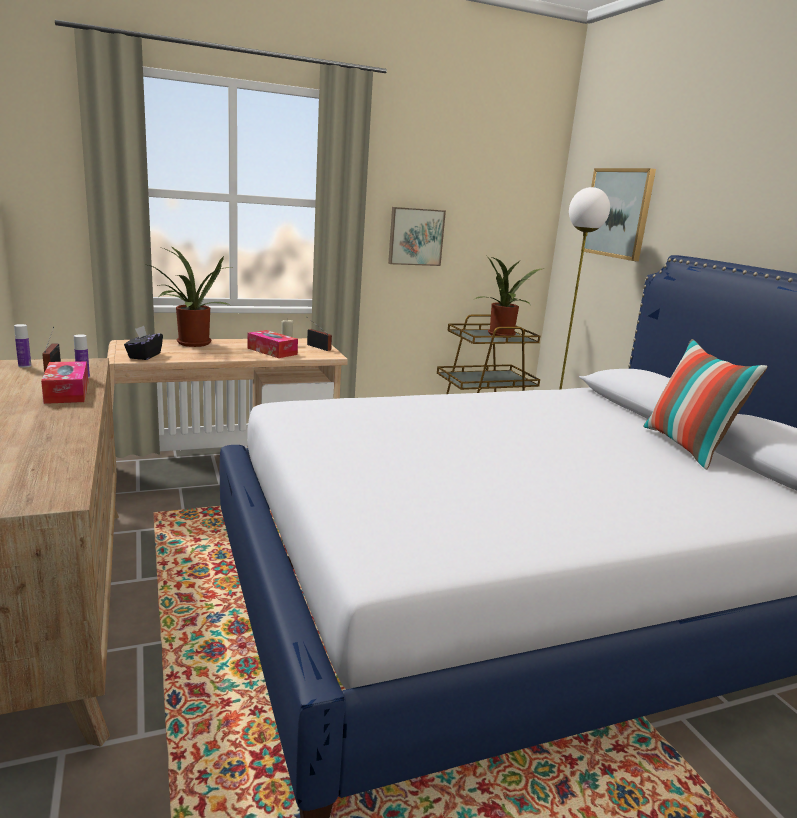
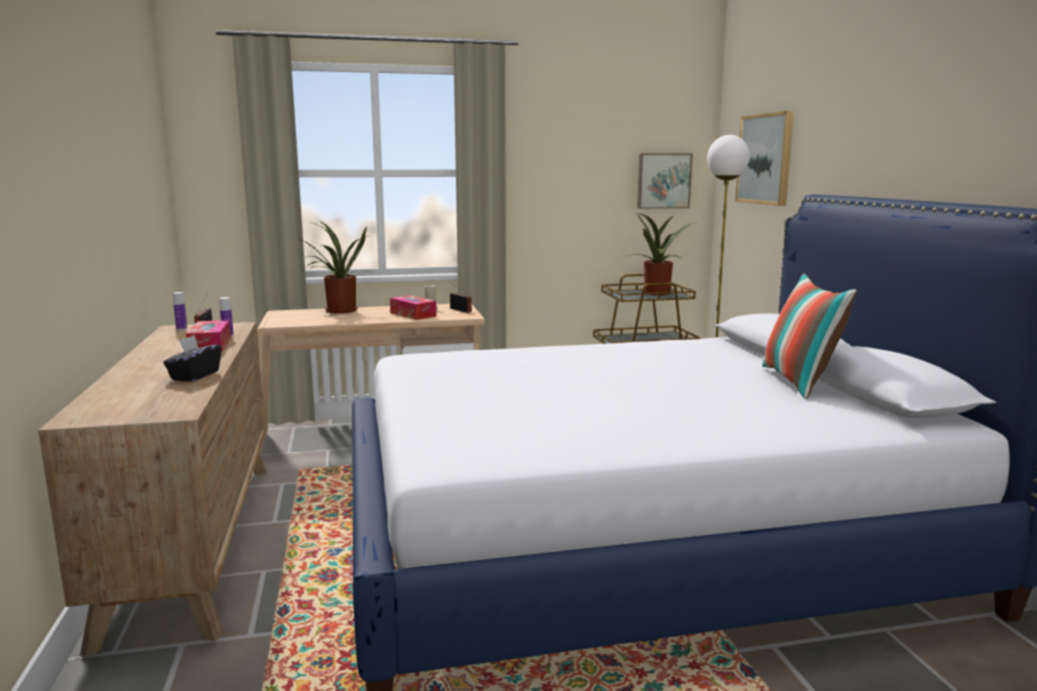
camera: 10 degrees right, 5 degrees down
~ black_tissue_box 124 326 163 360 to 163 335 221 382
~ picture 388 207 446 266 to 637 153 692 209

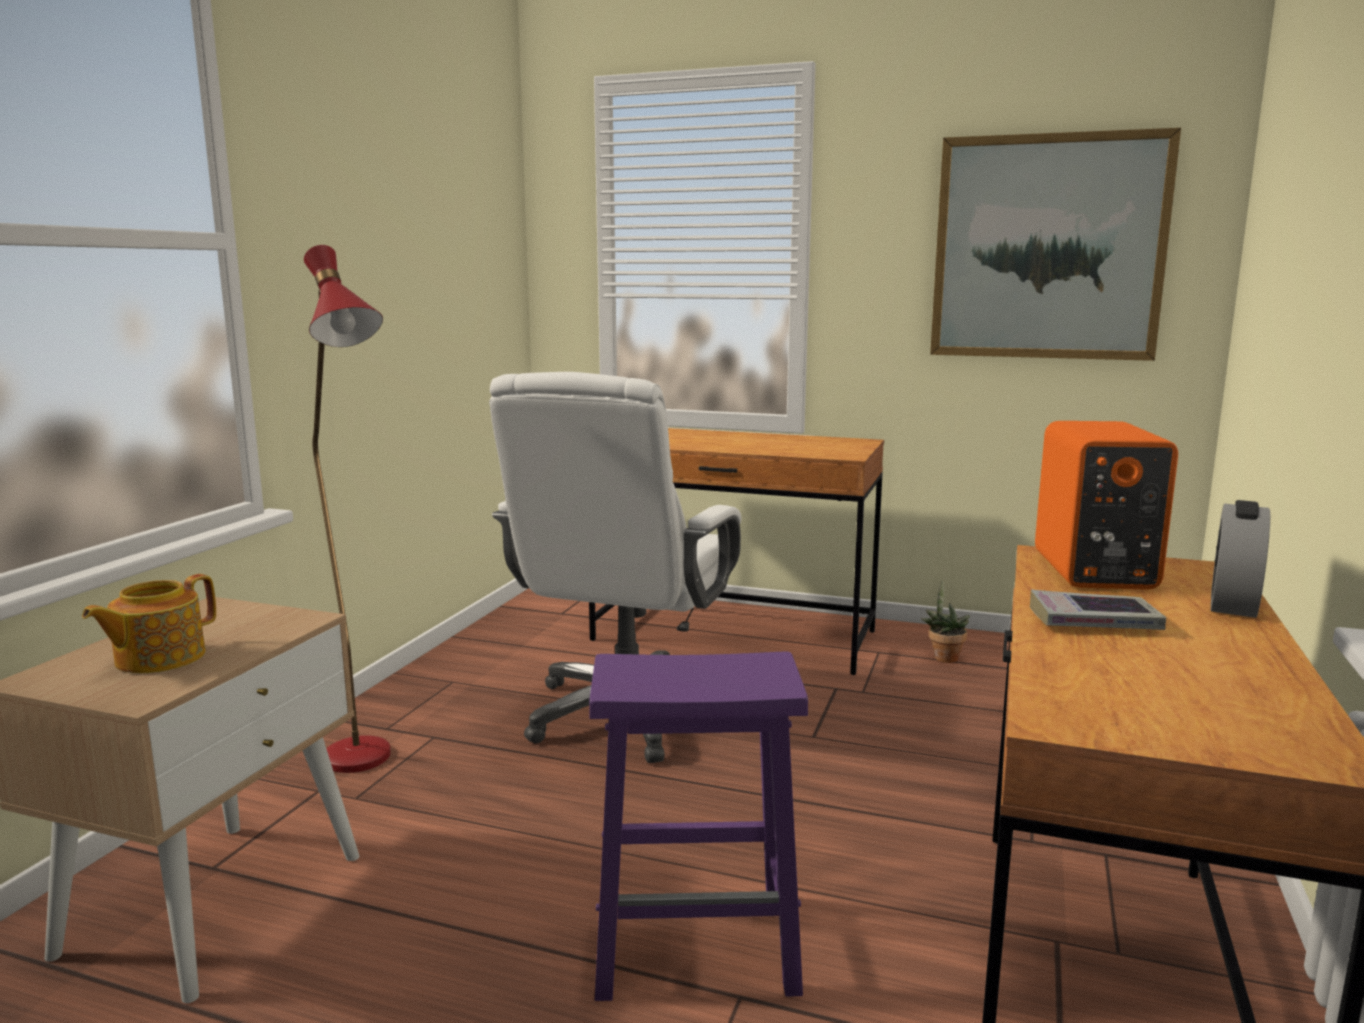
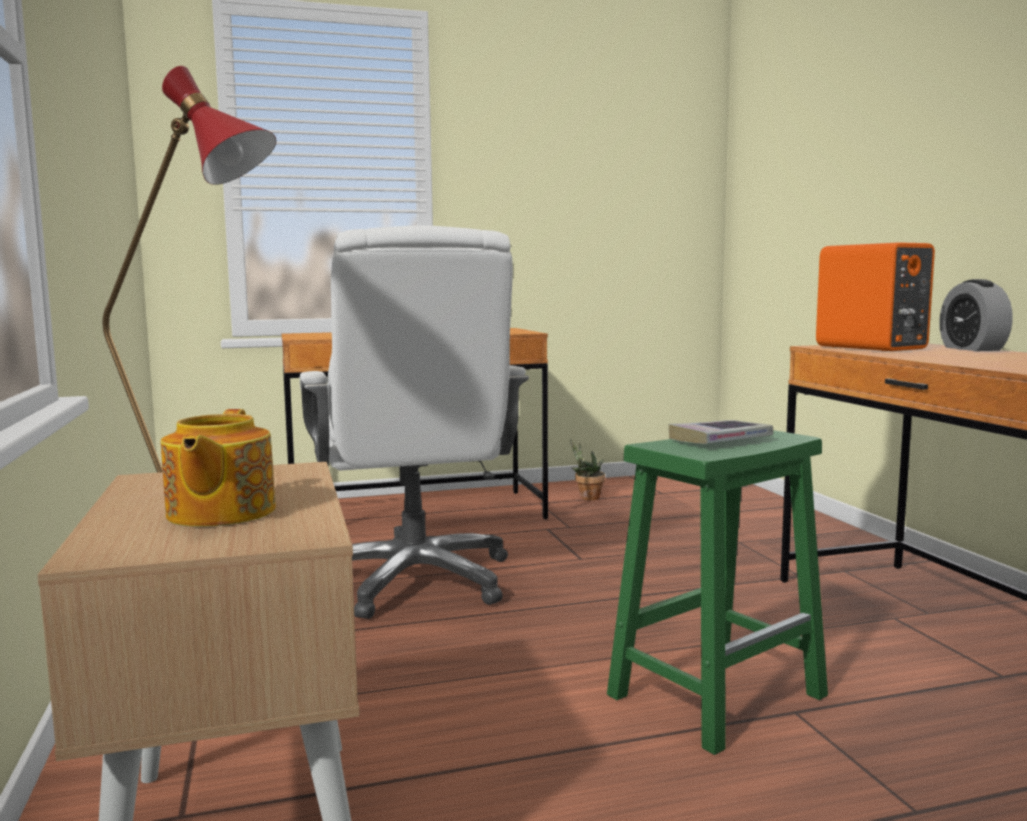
camera: 35 degrees left, 5 degrees down
~ purple_stool 589 652 808 1001 to green_stool 607 430 828 755
- picture 930 128 1181 361
~ book 1030 590 1166 630 to 669 420 773 444

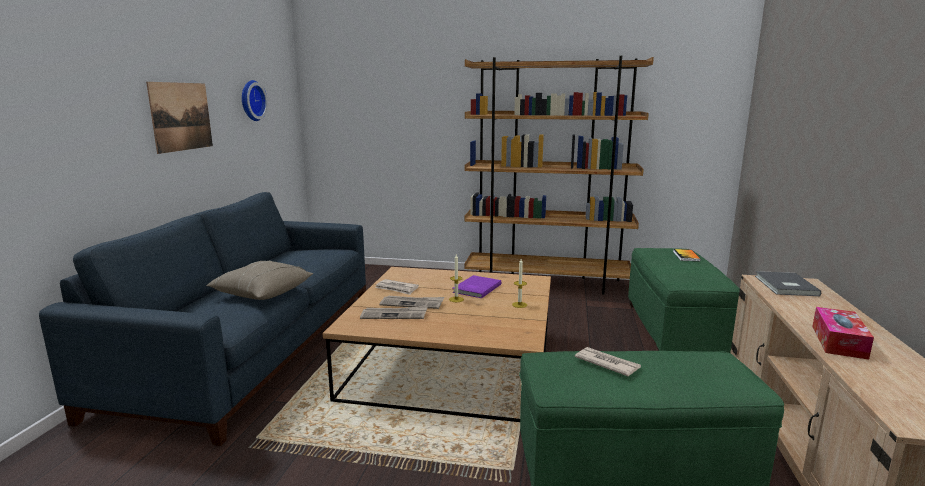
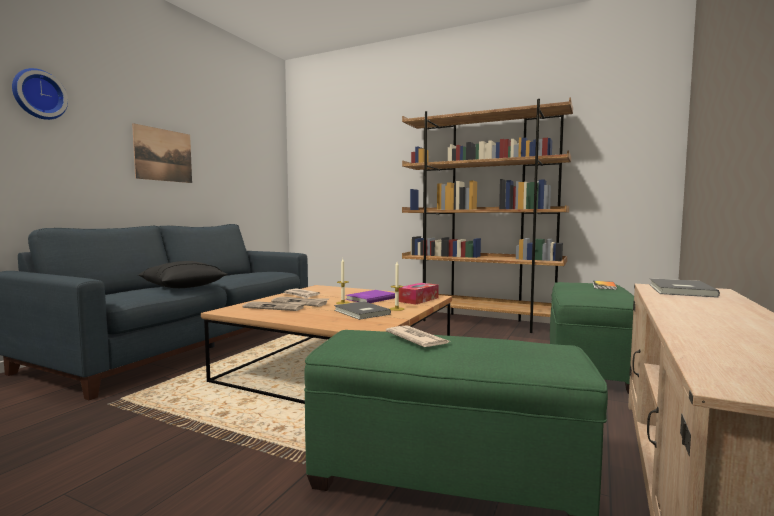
camera: 15 degrees right, 10 degrees down
~ beige_pillow 206 260 313 300 to black_pillow 138 261 228 288
~ wall_clock 242 80 268 121 to 12 68 68 120
~ tissue_box 812 307 874 360 to 399 283 439 304
+ grey_book 334 301 391 320

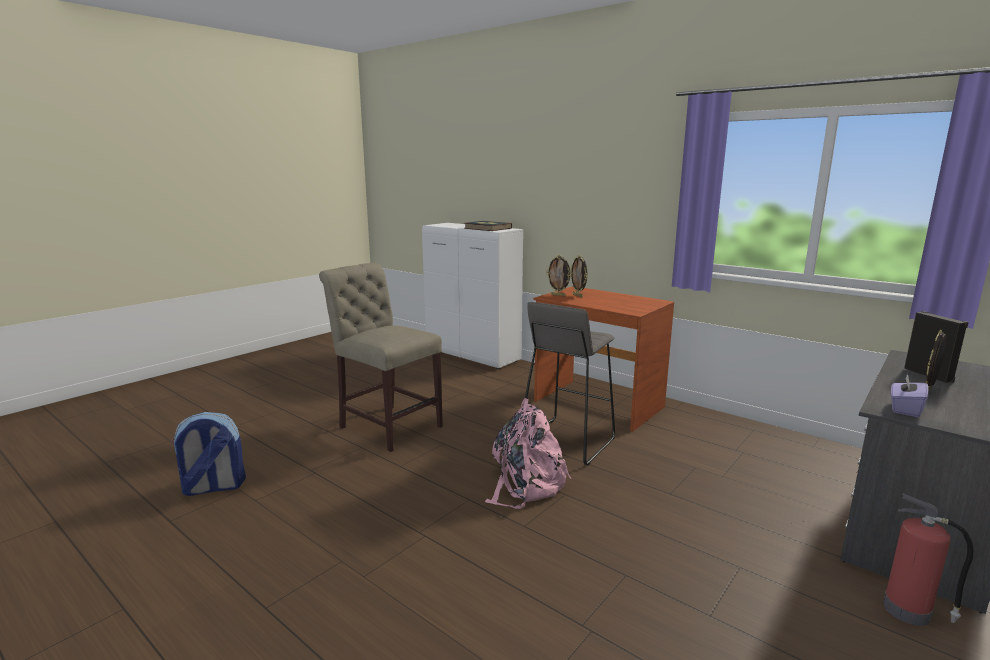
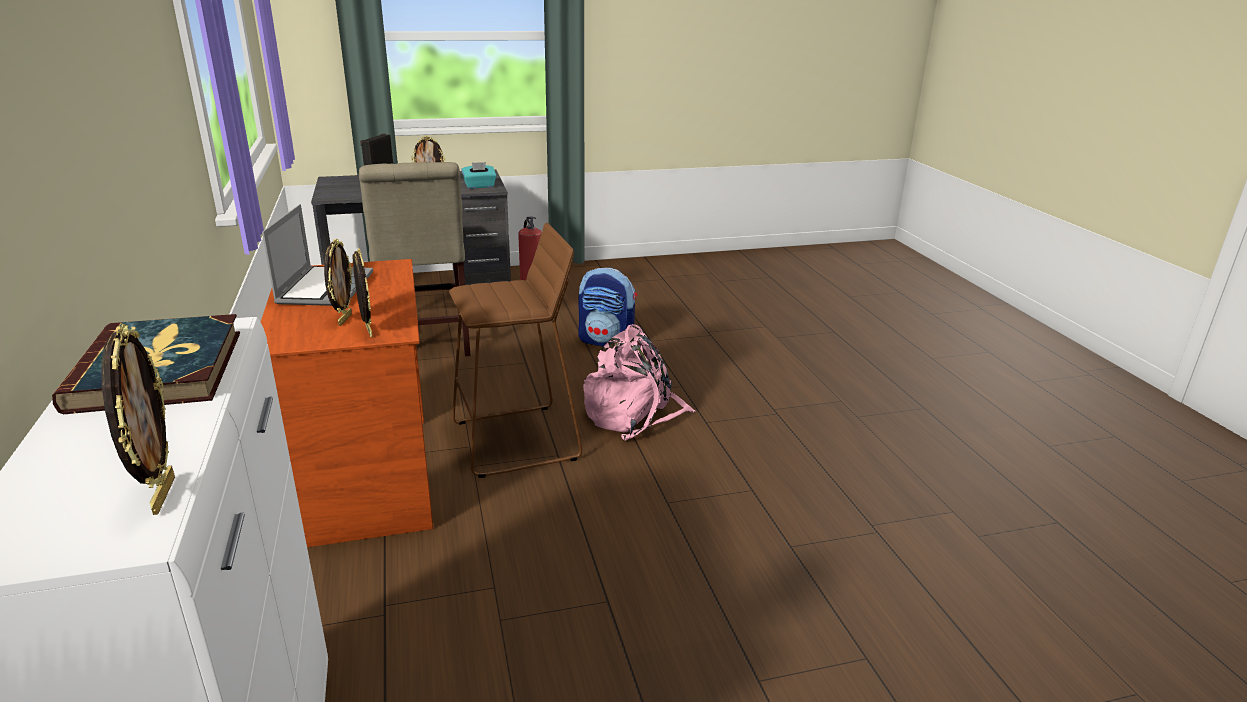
camera: 145 degrees left, 10 degrees up
~ backpack 171 412 246 496 to 578 268 637 347
~ beige_chair 319 263 443 452 to 359 162 471 356
~ grey_stool 525 302 615 466 to brown_stool 449 223 582 478
~ purple_tissue_box 891 373 928 417 to turquoise_tissue_box 461 162 497 189
+ picture_frame 101 324 175 515
+ laptop 262 204 373 306

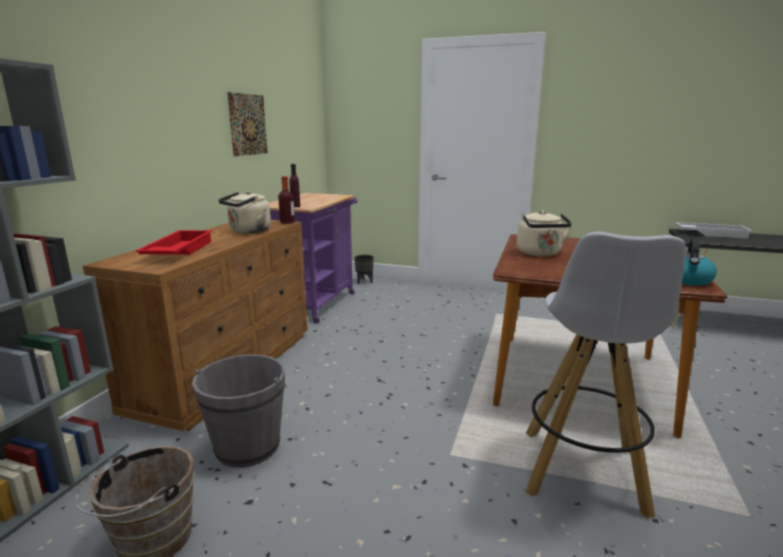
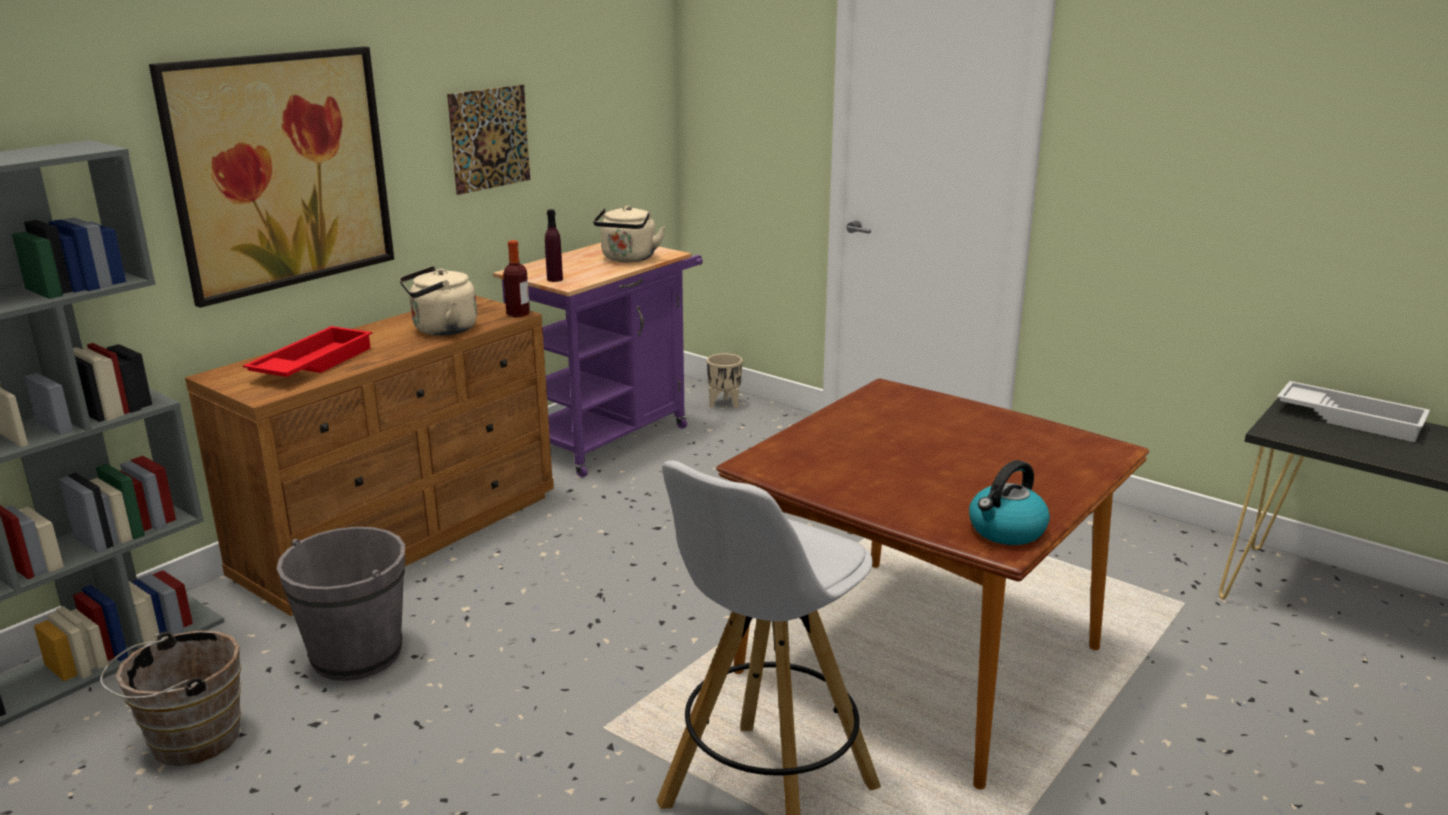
camera: 20 degrees right, 5 degrees up
~ black_planter 355 255 374 284 to beige_planter 707 353 743 409
~ beige_kettle 517 210 572 256 to 593 206 665 262
+ picture 149 47 394 308

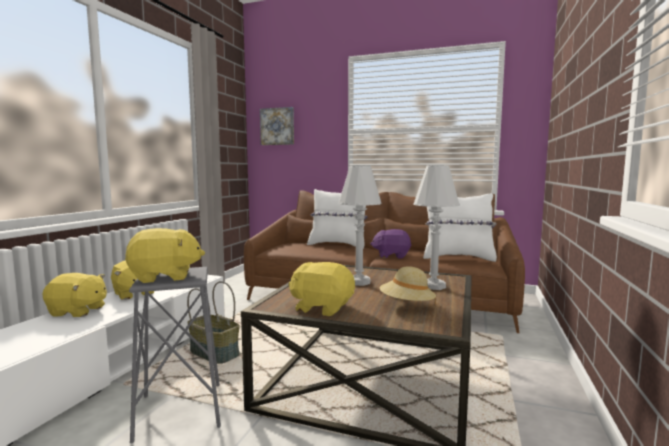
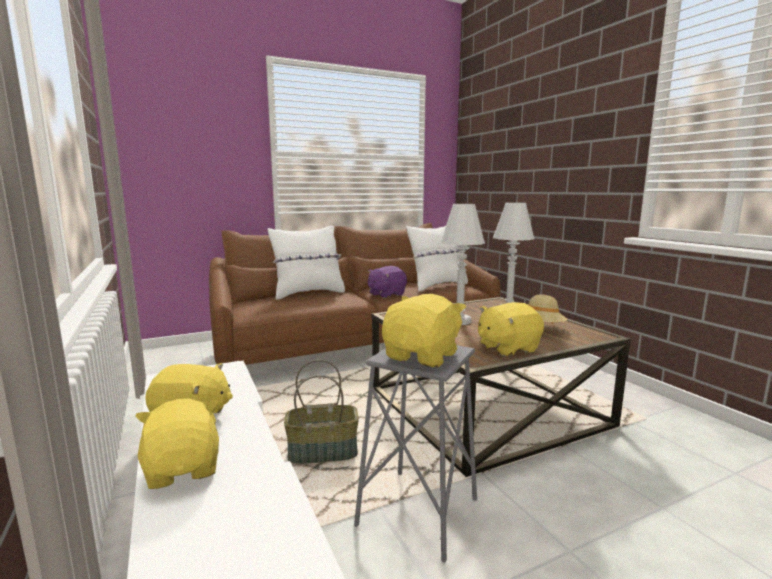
camera: 45 degrees left, 5 degrees up
~ yellow_plush_toy 42 273 107 317 = 136 399 219 489 75 degrees counterclockwise
- picture 260 107 294 145

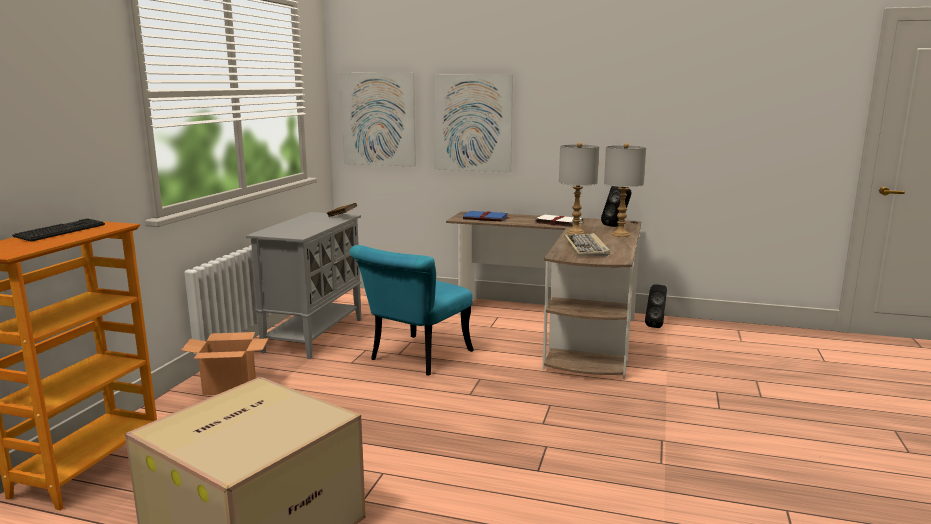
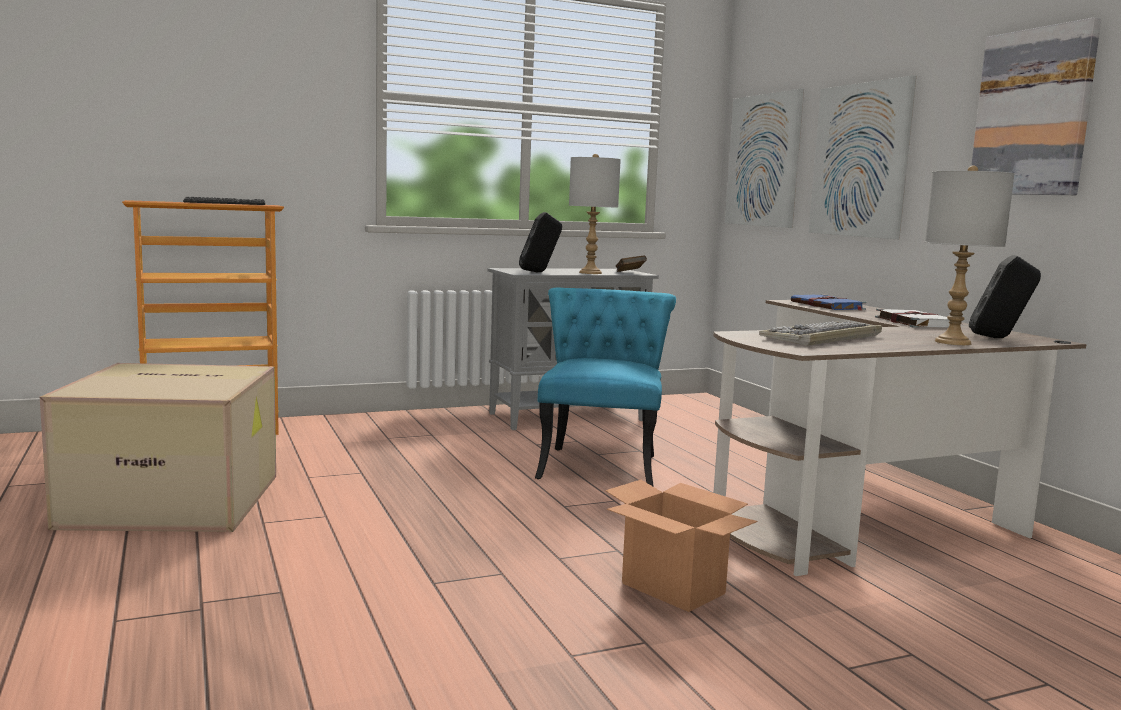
camera: 50 degrees right, 5 degrees down
~ cardboard_box 181 332 268 396 to 605 480 757 612
~ turquoise_chair 350 245 474 376 = 535 288 676 487 105 degrees clockwise
~ grey_table_lamp 559 142 599 234 to 569 154 621 274
~ black_speaker 645 284 667 328 to 519 212 562 272
+ picture 971 17 1101 195

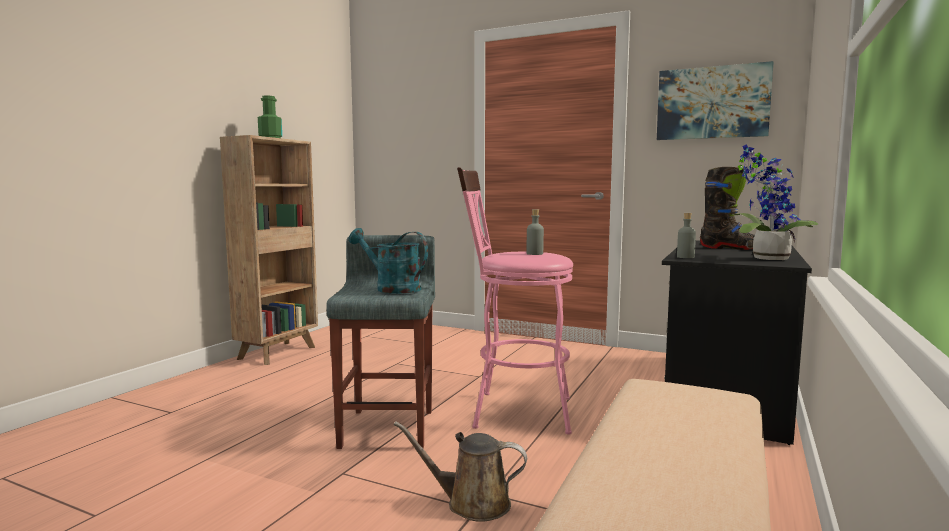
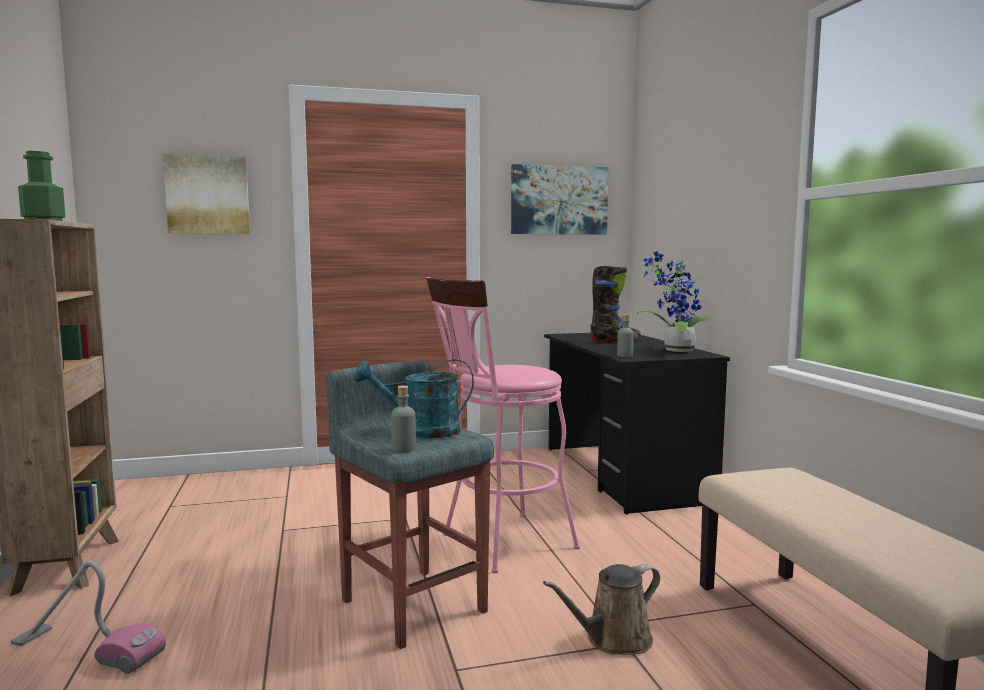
camera: 40 degrees left, 0 degrees up
~ grey_bottle 527 209 544 255 to 391 386 416 453
+ vacuum_cleaner 11 560 166 674
+ picture 163 154 250 234

